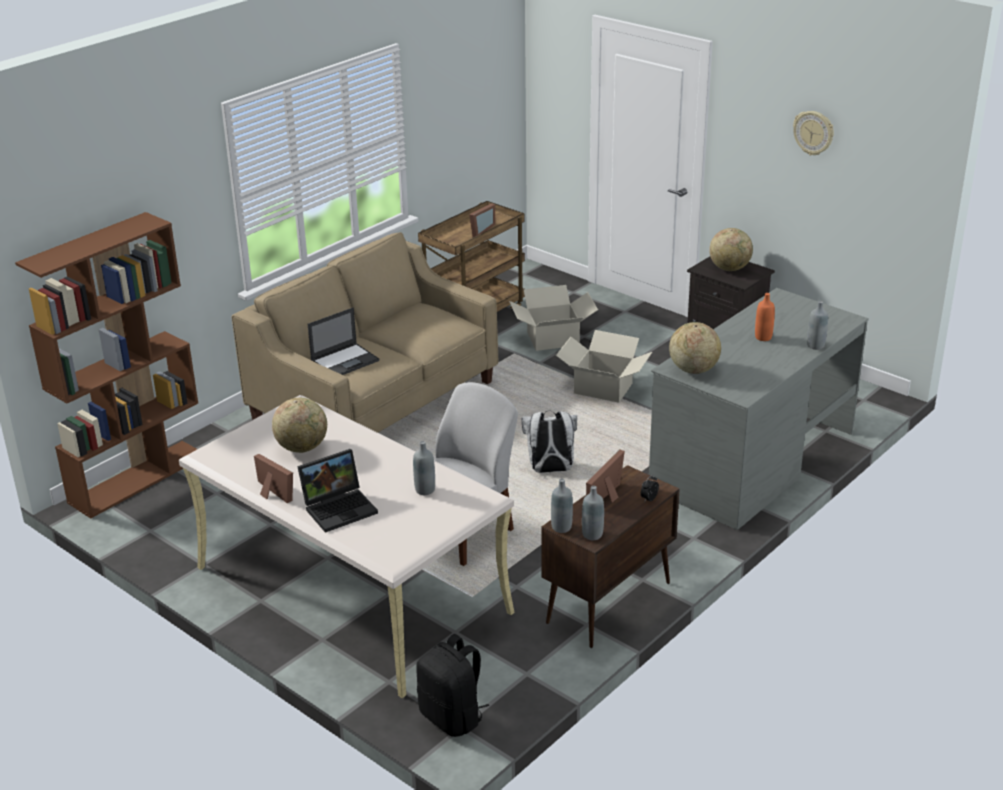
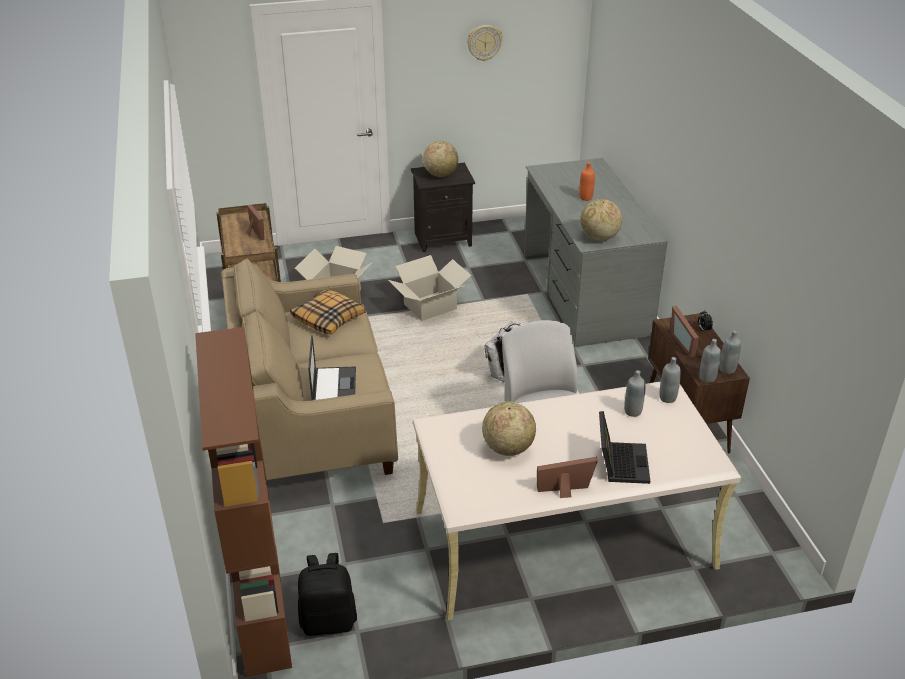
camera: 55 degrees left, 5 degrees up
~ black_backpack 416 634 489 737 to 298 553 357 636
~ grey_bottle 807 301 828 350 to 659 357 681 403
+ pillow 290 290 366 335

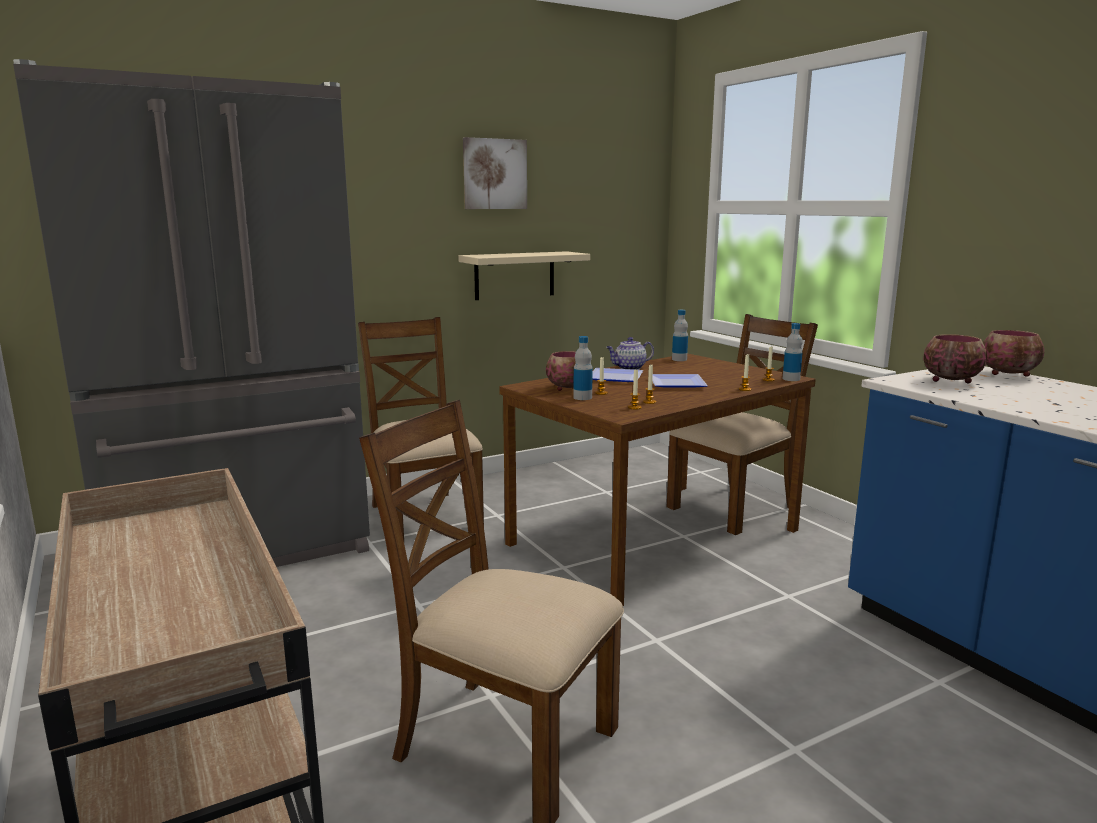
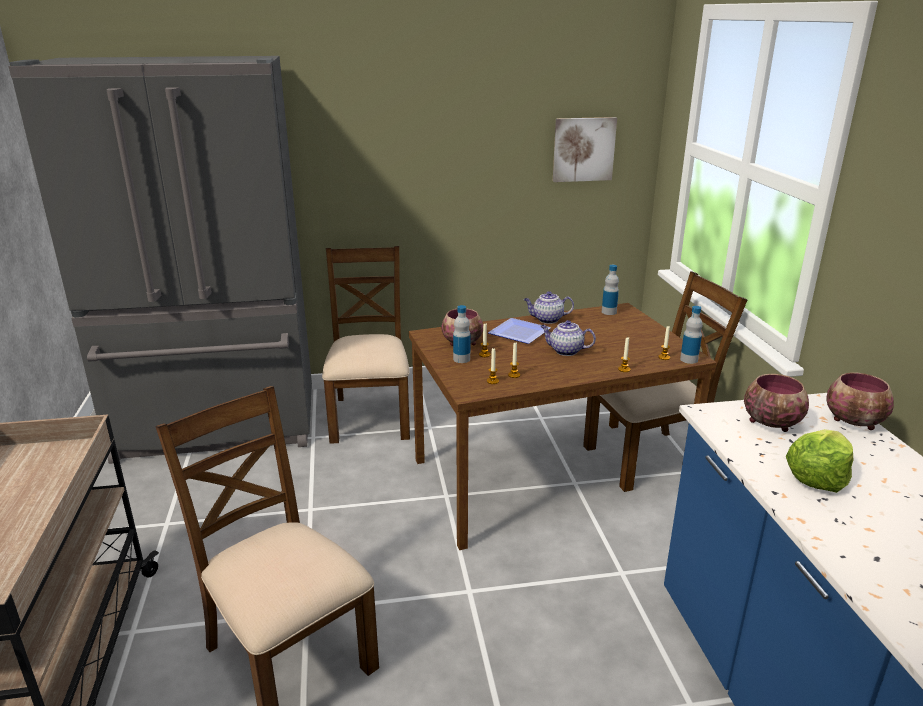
camera: 20 degrees right, 10 degrees up
- beige_shelf 458 251 590 300
~ picture 463 137 527 209 to 553 117 617 182
~ plate 652 374 708 387 to teapot 541 320 596 356
+ lettuce 786 429 853 493

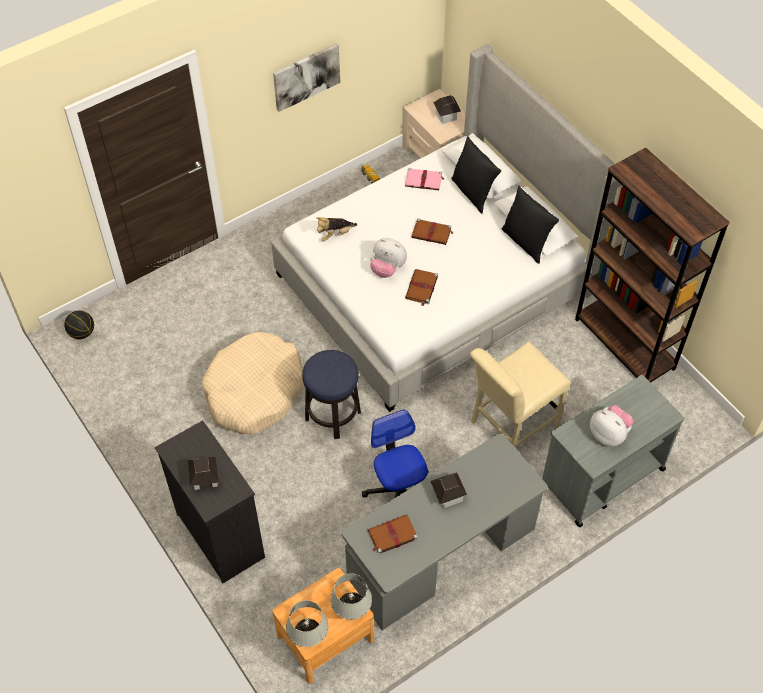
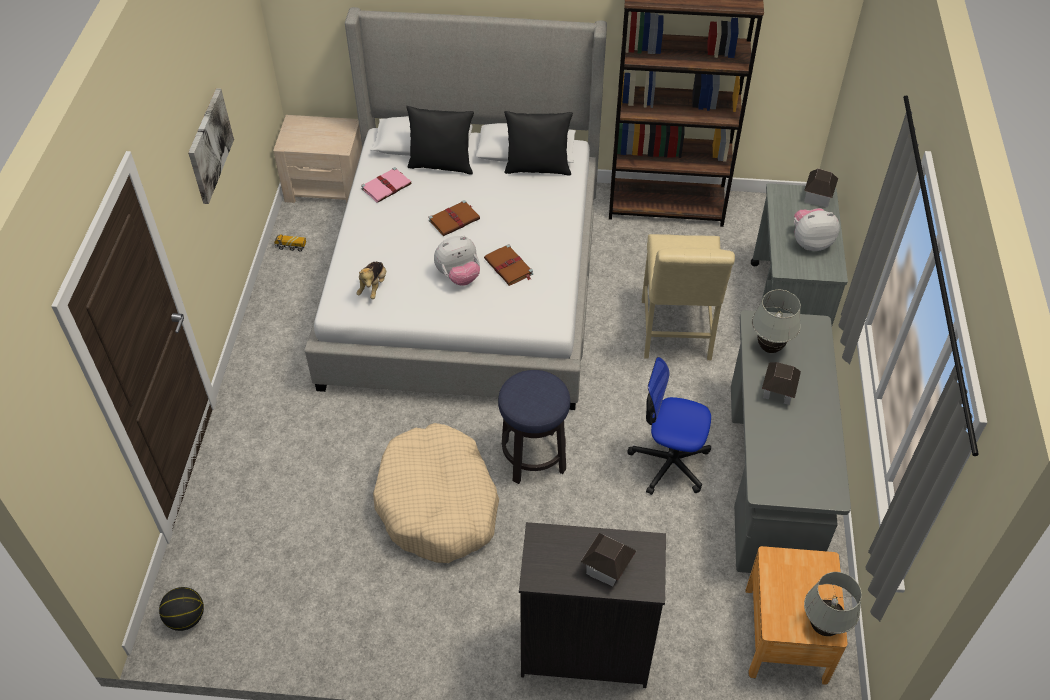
camera: 50 degrees left, 5 degrees down
~ white_table_lamp 330 573 372 620 to 752 290 801 353
- brown_book 368 515 418 555
~ toy_house 433 95 461 124 to 804 168 838 207

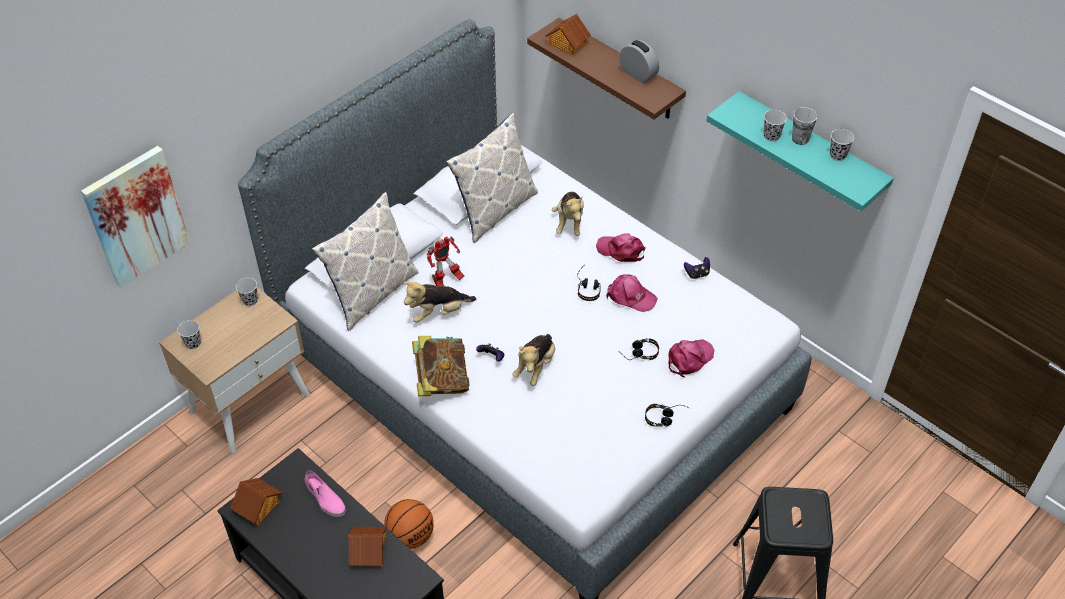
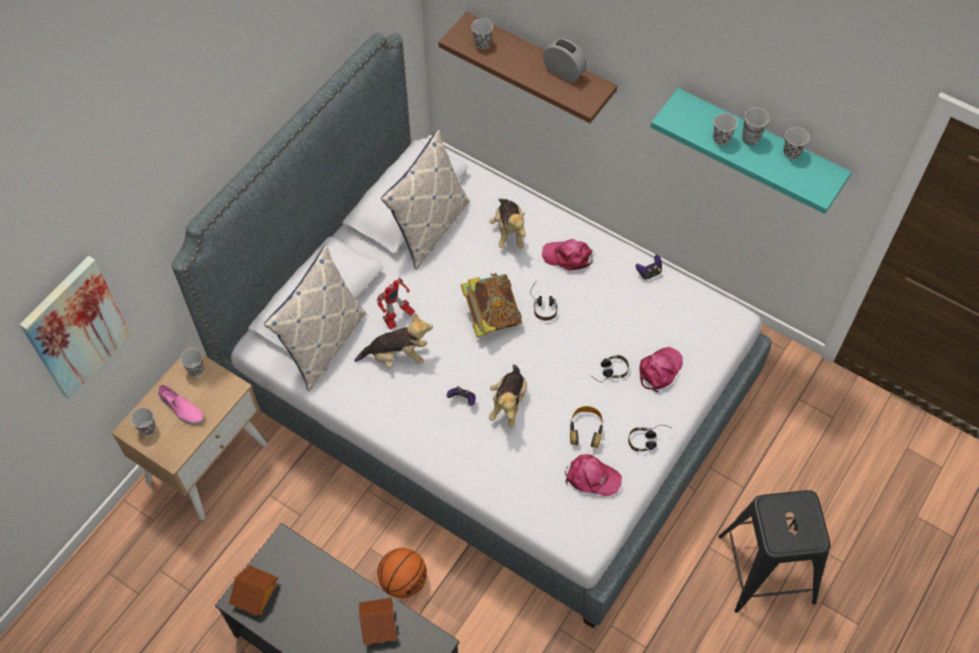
camera: 10 degrees left, 10 degrees up
~ pink_shoe 304 471 346 517 to 158 385 204 425
~ plush_toy 404 282 476 323 = 354 313 433 368 150 degrees counterclockwise
~ book 412 336 470 396 to 461 273 522 337
~ toy_house 545 14 591 55 to black_cup 471 19 493 49
~ pink_cap 606 274 658 312 to 565 454 622 496
+ headphones 570 406 603 448

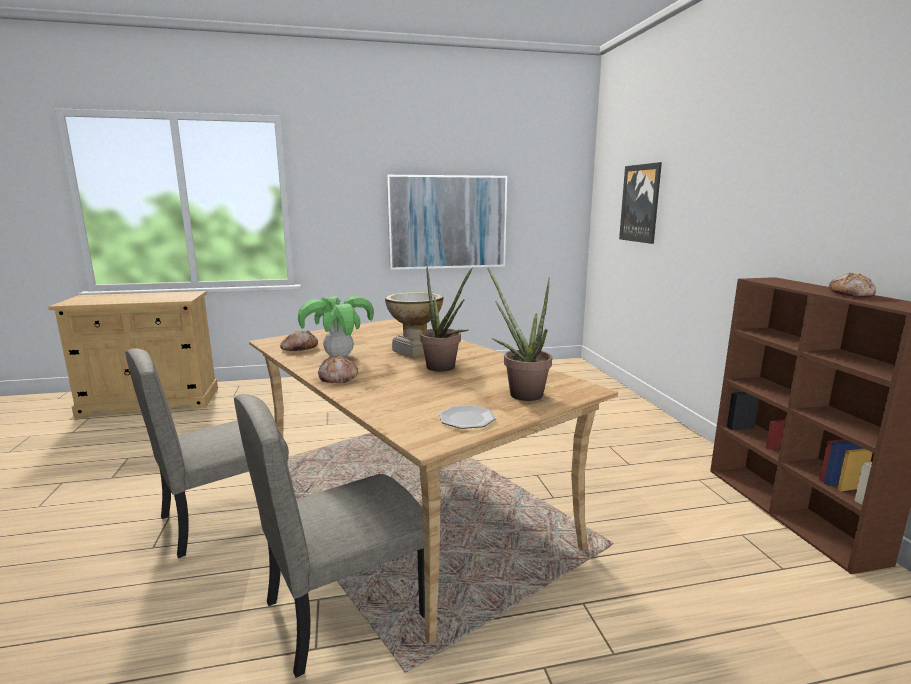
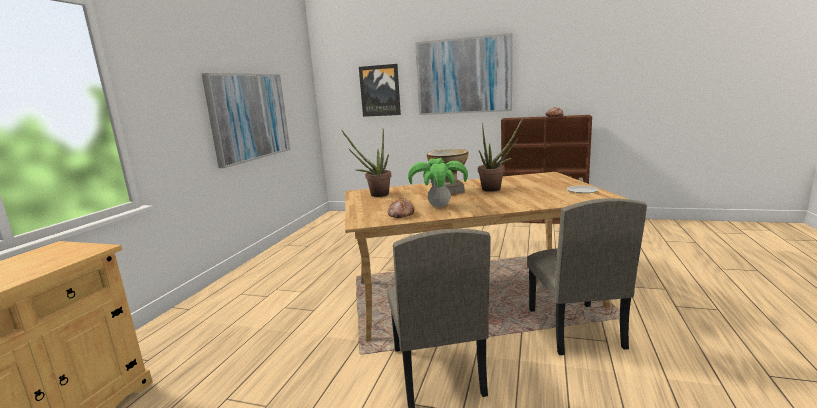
camera: 60 degrees left, 0 degrees up
- bread 318 355 358 383
~ potted_plant 487 268 552 401 to 342 130 391 197
+ picture 415 33 512 115

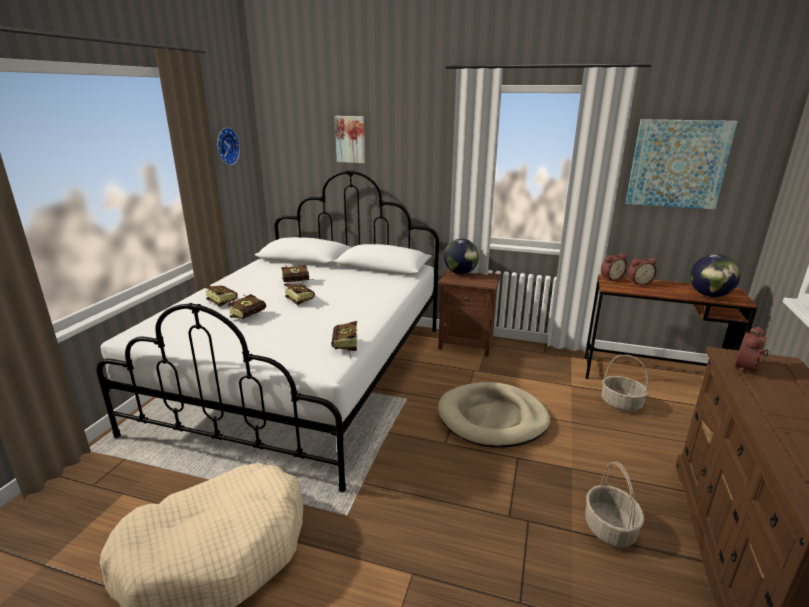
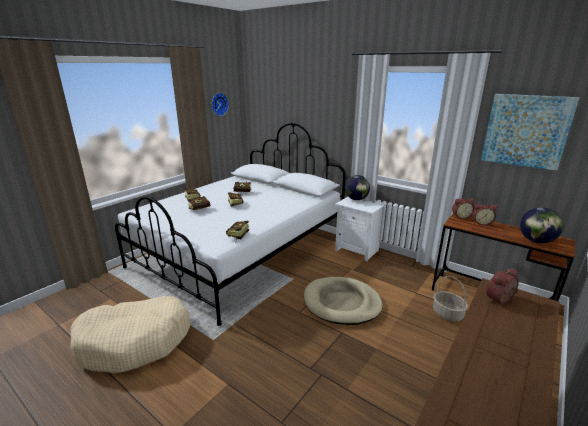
camera: 20 degrees right, 0 degrees up
- picture 335 116 365 163
~ brown_nightstand 438 268 502 357 to white_nightstand 335 197 387 262
- basket 585 461 644 547

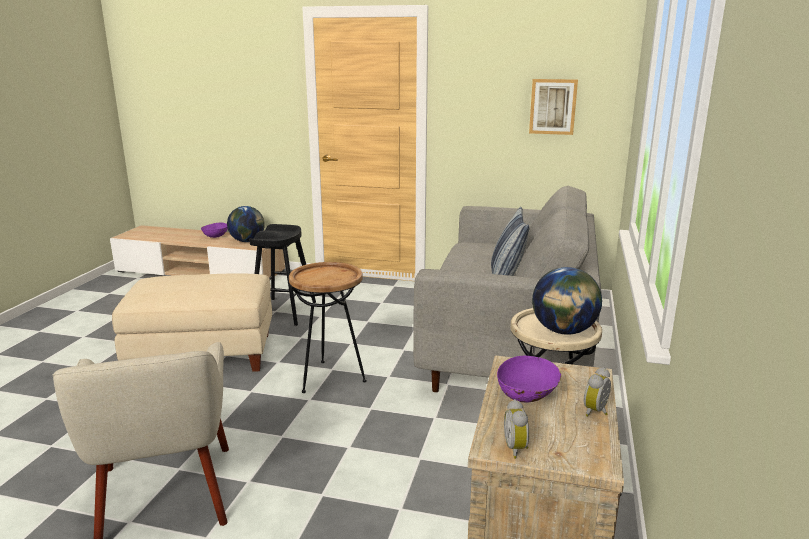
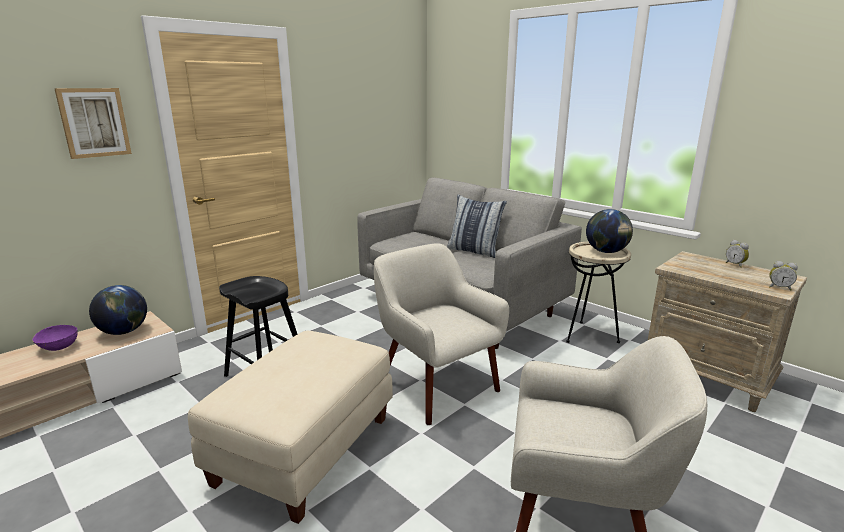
camera: 60 degrees left, 0 degrees up
~ brown_side_table 289 262 366 393 to beige_armchair 374 243 509 425
- purple_bowl 497 356 562 402
~ picture 529 79 578 135 to 54 88 132 159

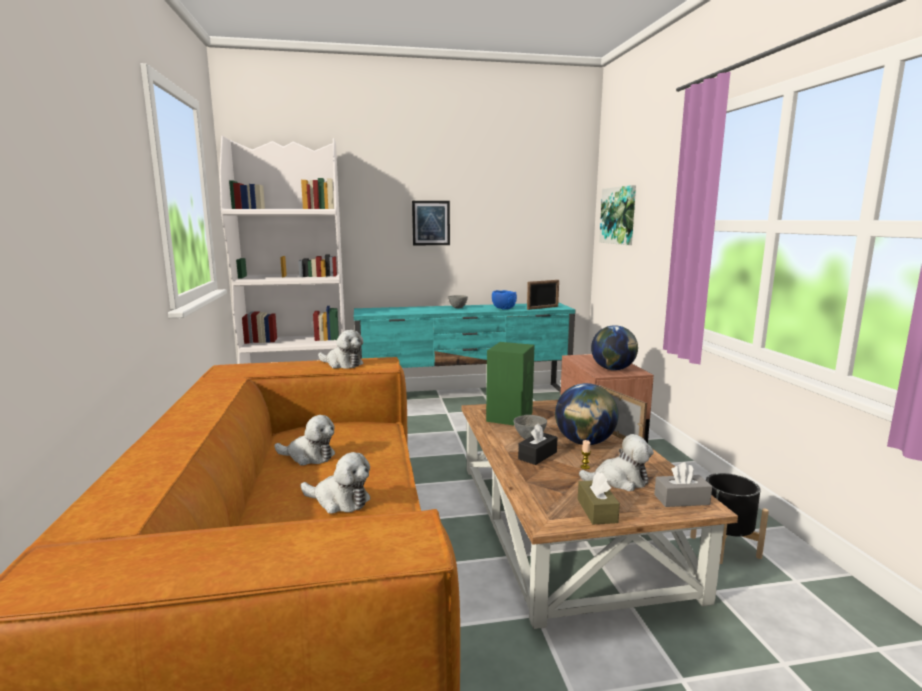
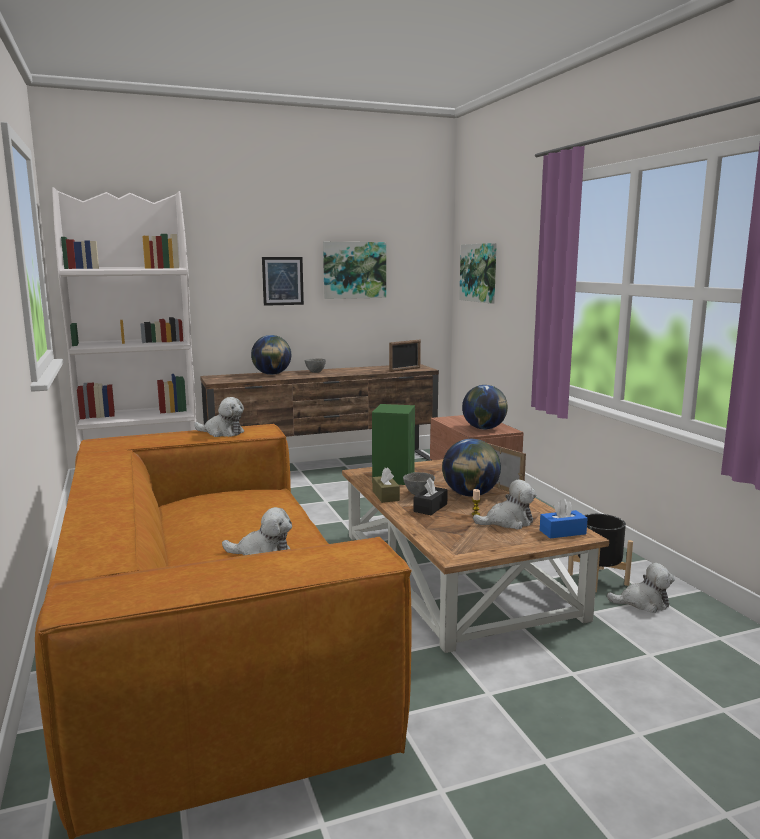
camera: 10 degrees left, 0 degrees up
~ plush_toy 274 415 335 466 to 607 563 674 613
~ turquoise_tv_stand 354 303 575 392 to brown_tv_stand 200 364 439 461
- blue_bowl 492 290 517 310
~ brown_tissue_box 578 472 620 524 to 372 467 400 503
~ grey_tissue_box 654 462 712 507 to blue_tissue_box 540 499 588 538
+ globe 251 335 291 375
+ picture 323 242 386 299

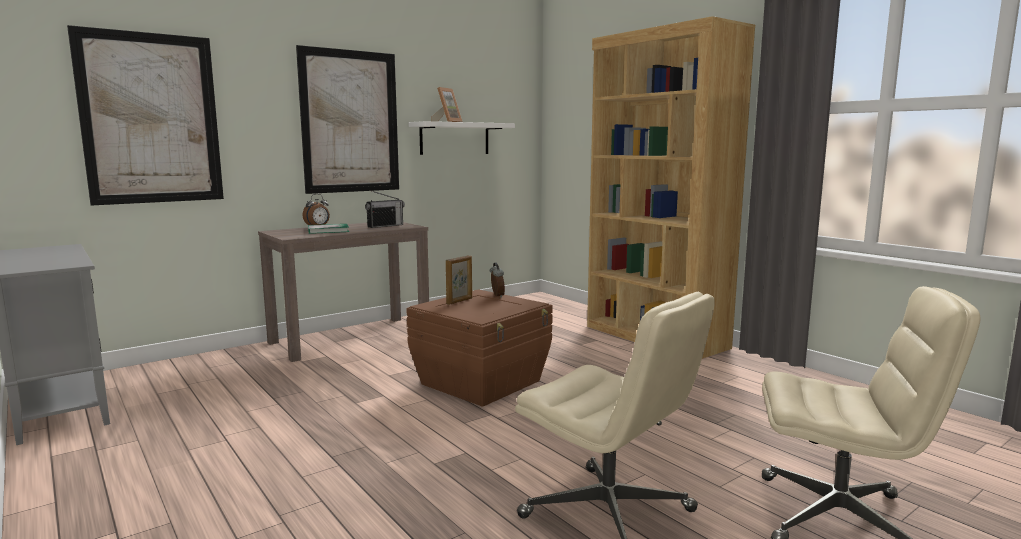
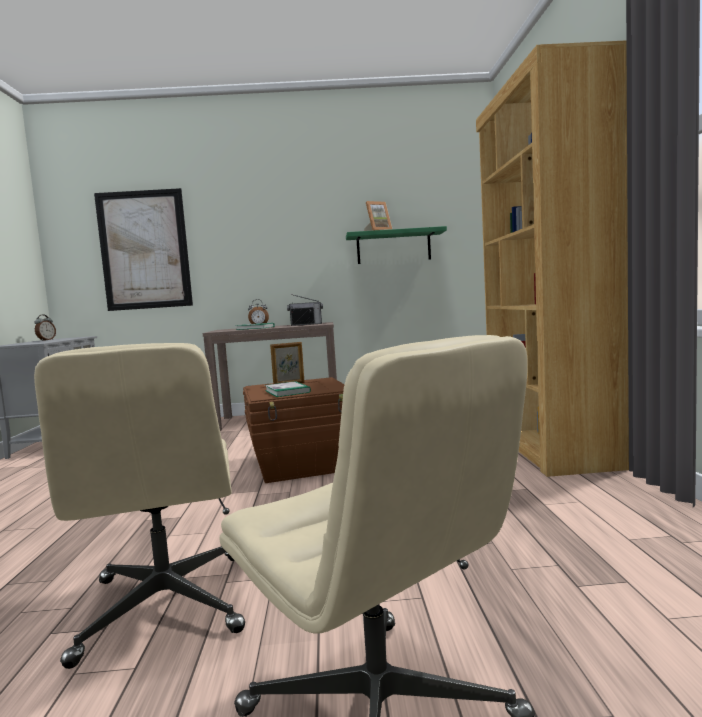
camera: 35 degrees right, 5 degrees down
- picture 296 45 399 194
~ white_shelf 409 121 515 155 to green_shelf 346 226 447 264
~ alarm_clock 490 262 505 298 to 35 314 56 341
+ book 265 381 311 397

